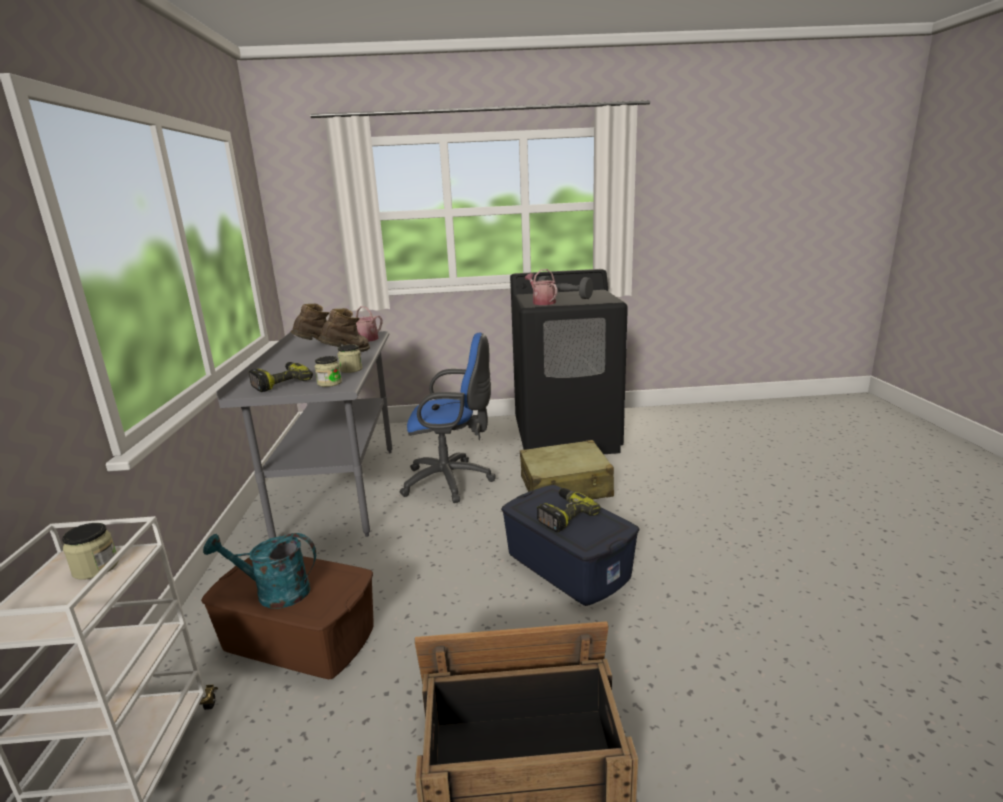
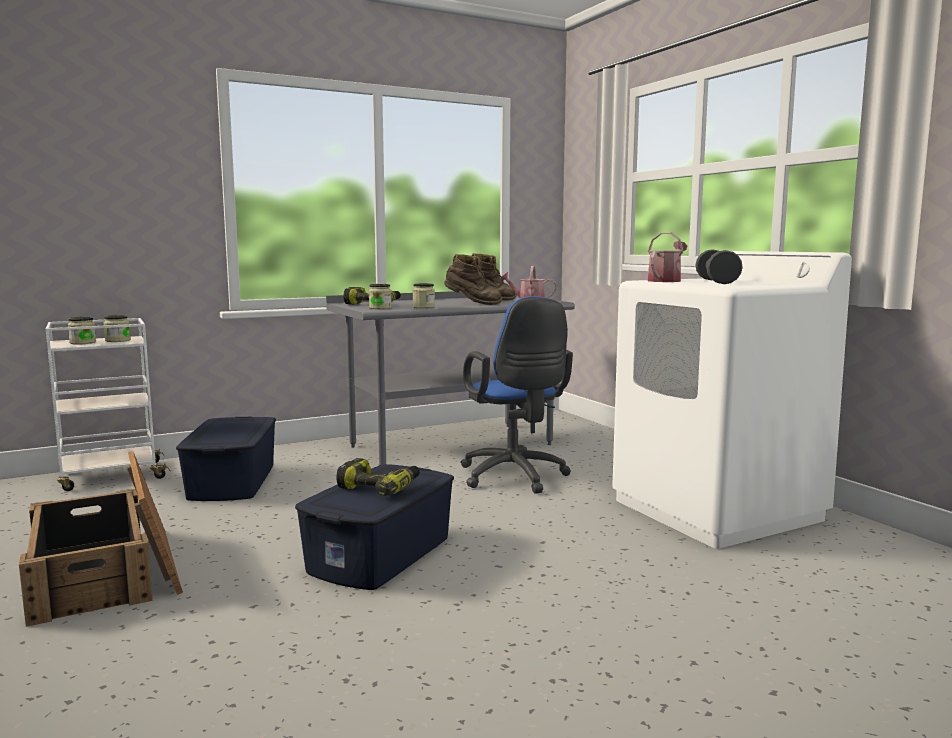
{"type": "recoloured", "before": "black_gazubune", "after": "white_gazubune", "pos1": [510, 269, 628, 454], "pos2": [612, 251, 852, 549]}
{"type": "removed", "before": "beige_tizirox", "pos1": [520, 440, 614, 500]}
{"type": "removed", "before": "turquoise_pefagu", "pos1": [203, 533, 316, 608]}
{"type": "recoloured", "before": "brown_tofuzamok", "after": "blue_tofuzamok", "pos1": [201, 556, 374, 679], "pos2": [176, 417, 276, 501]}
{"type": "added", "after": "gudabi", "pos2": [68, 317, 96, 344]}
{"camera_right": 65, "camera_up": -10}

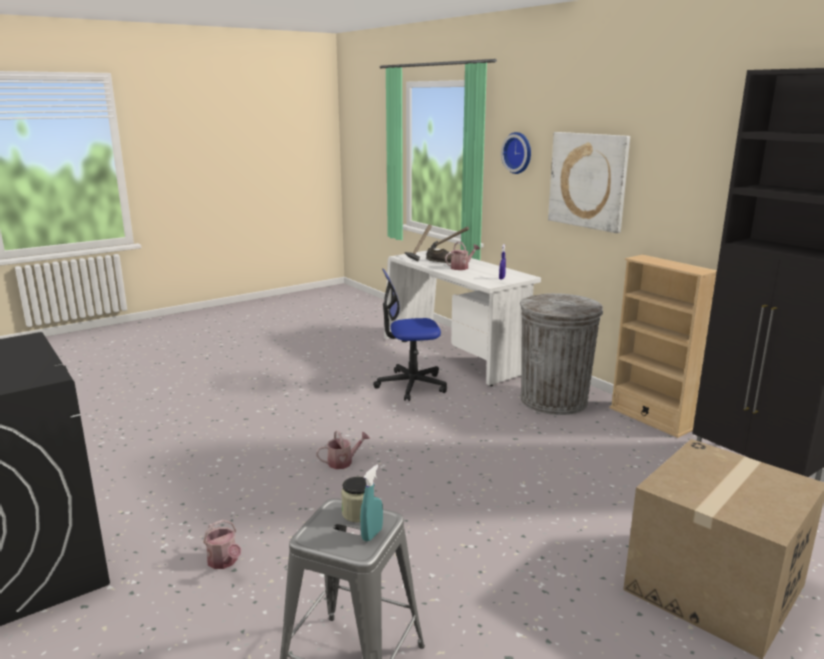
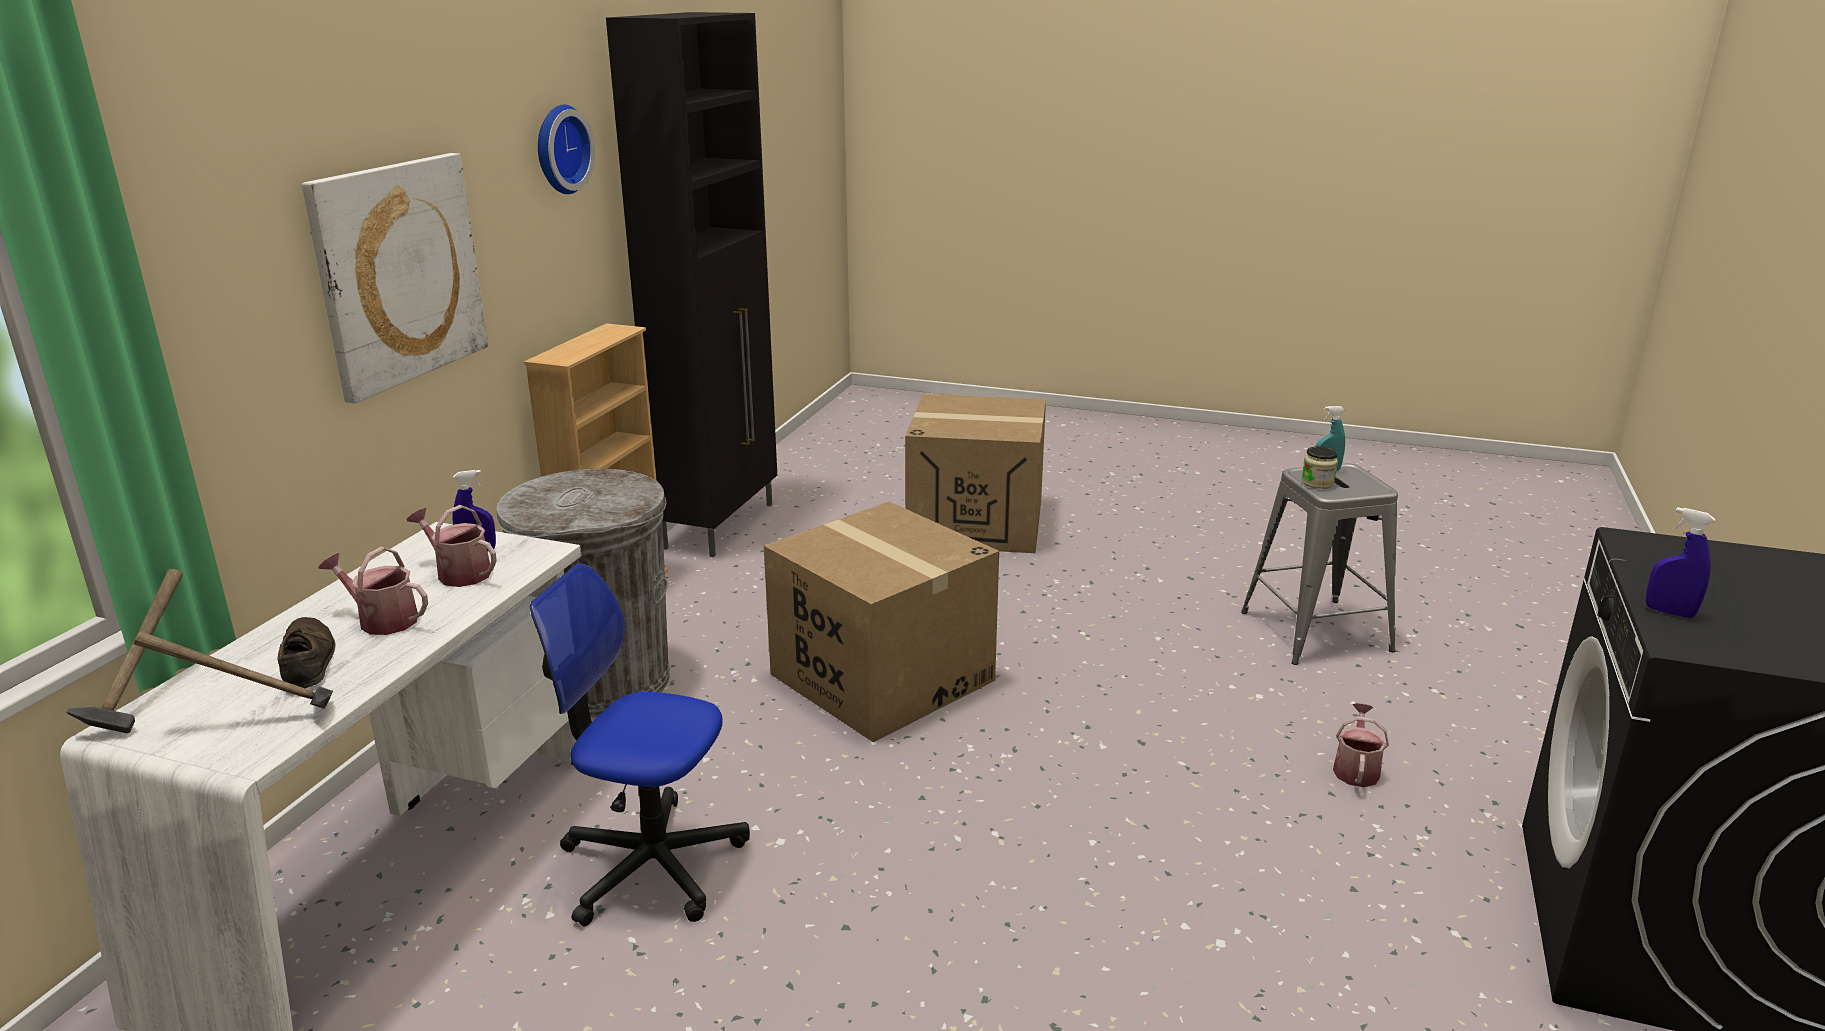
{"type": "moved", "before": "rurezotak", "pos1": [501, 132, 531, 174], "pos2": [538, 105, 595, 194]}
{"type": "turned", "before": "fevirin", "pos1": [373, 268, 447, 401], "pos2": [530, 563, 750, 927], "turn": 150}
{"type": "moved", "before": "pefagu", "pos1": [316, 430, 370, 469], "pos2": [407, 505, 497, 587]}
{"type": "added", "after": "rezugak", "pos2": [764, 502, 999, 742]}
{"type": "added", "after": "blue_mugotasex", "pos2": [1646, 507, 1715, 618]}
{"camera_right": -125, "camera_up": 5}

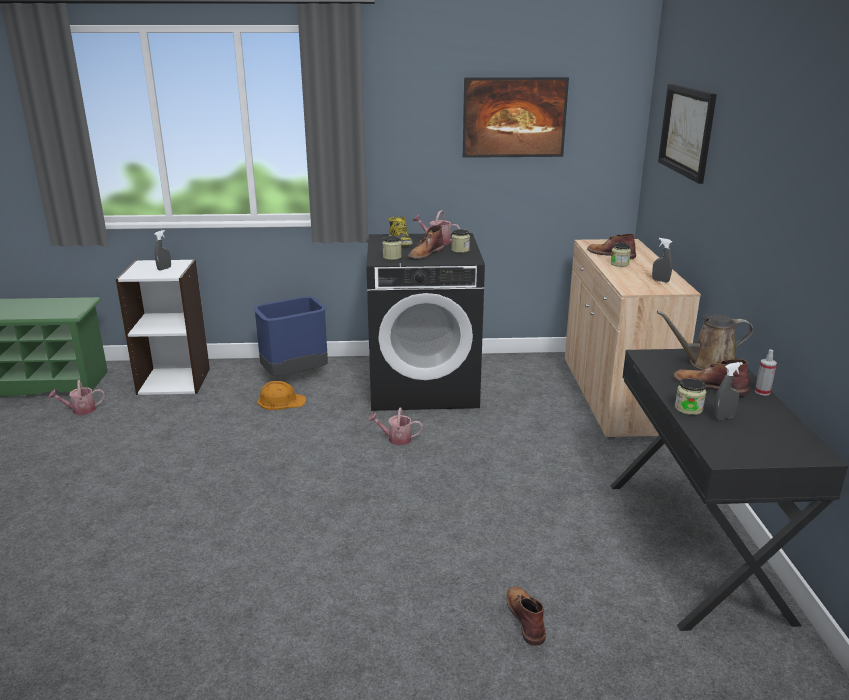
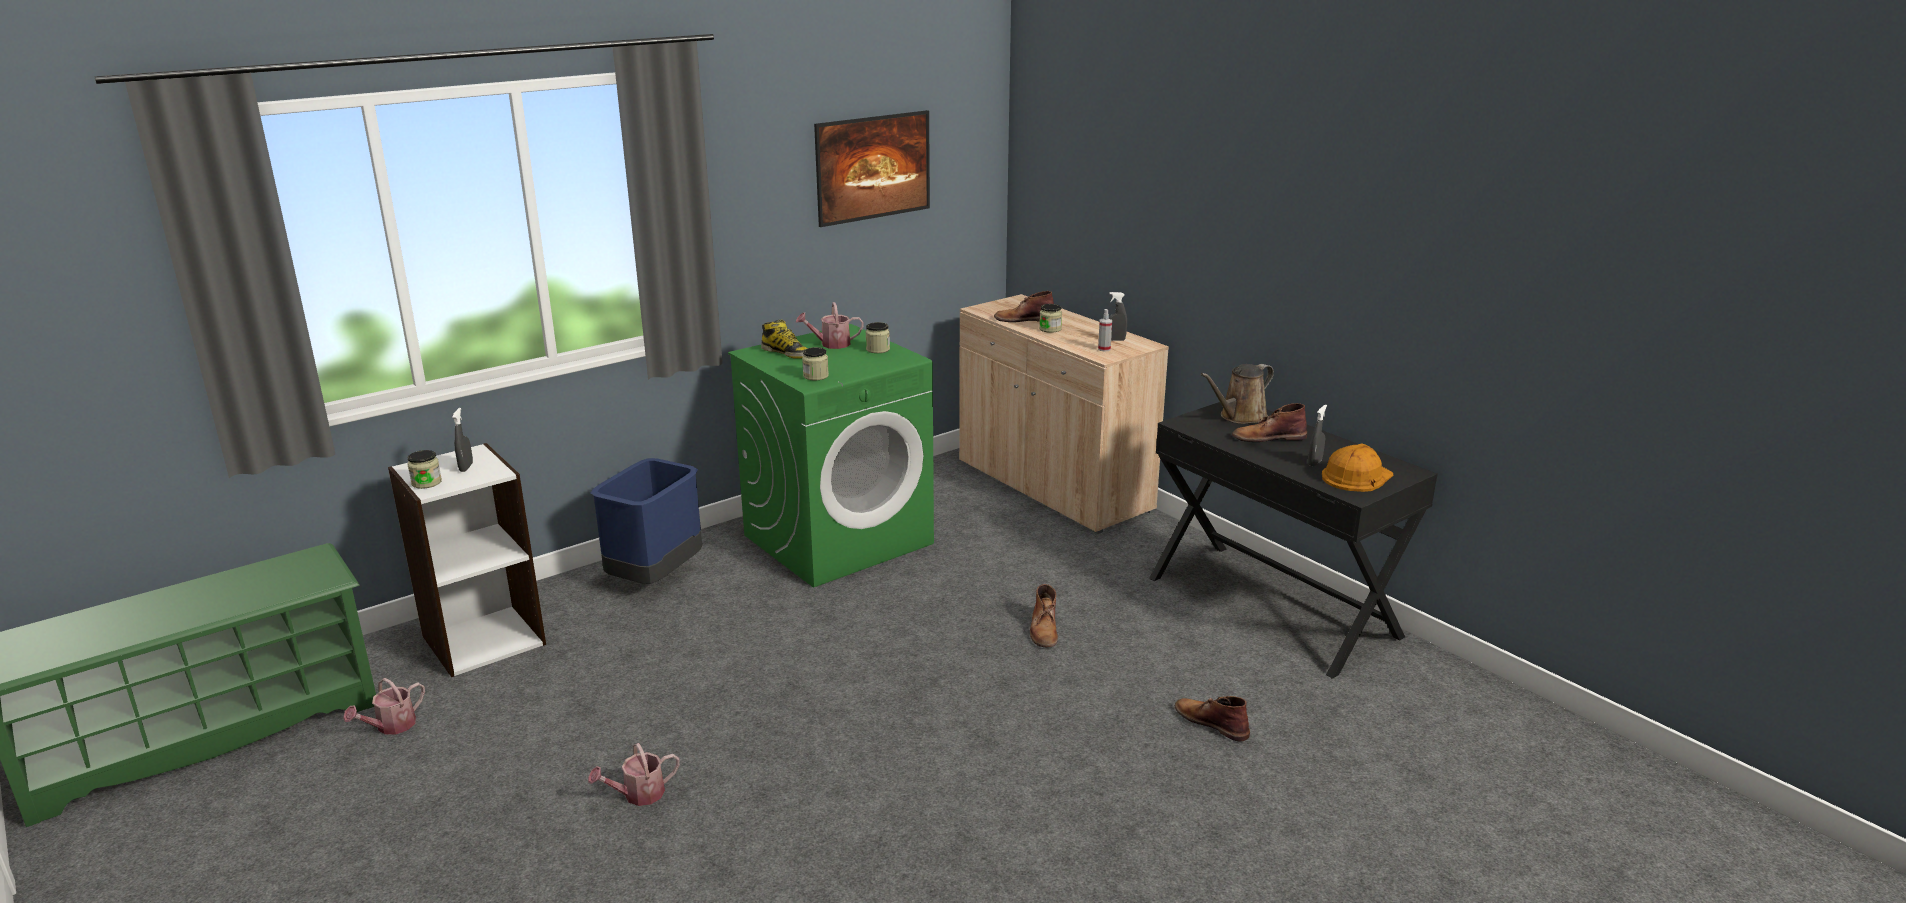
{"type": "removed", "before": "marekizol", "pos1": [658, 84, 717, 184]}
{"type": "moved", "before": "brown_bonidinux", "pos1": [408, 225, 445, 260], "pos2": [1030, 584, 1058, 647]}
{"type": "recoloured", "before": "black_gazubune", "after": "green_gazubune", "pos1": [366, 233, 485, 411], "pos2": [728, 324, 934, 587]}
{"type": "moved", "before": "mugotasex", "pos1": [755, 349, 777, 396], "pos2": [1098, 309, 1112, 351]}
{"type": "moved", "before": "gudabi", "pos1": [675, 378, 706, 415], "pos2": [408, 450, 442, 489]}
{"type": "moved", "before": "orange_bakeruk", "pos1": [258, 381, 306, 410], "pos2": [1322, 444, 1393, 492]}
{"type": "moved", "before": "pefagu", "pos1": [368, 407, 423, 445], "pos2": [588, 743, 680, 806]}
{"camera_right": -35, "camera_up": 0}

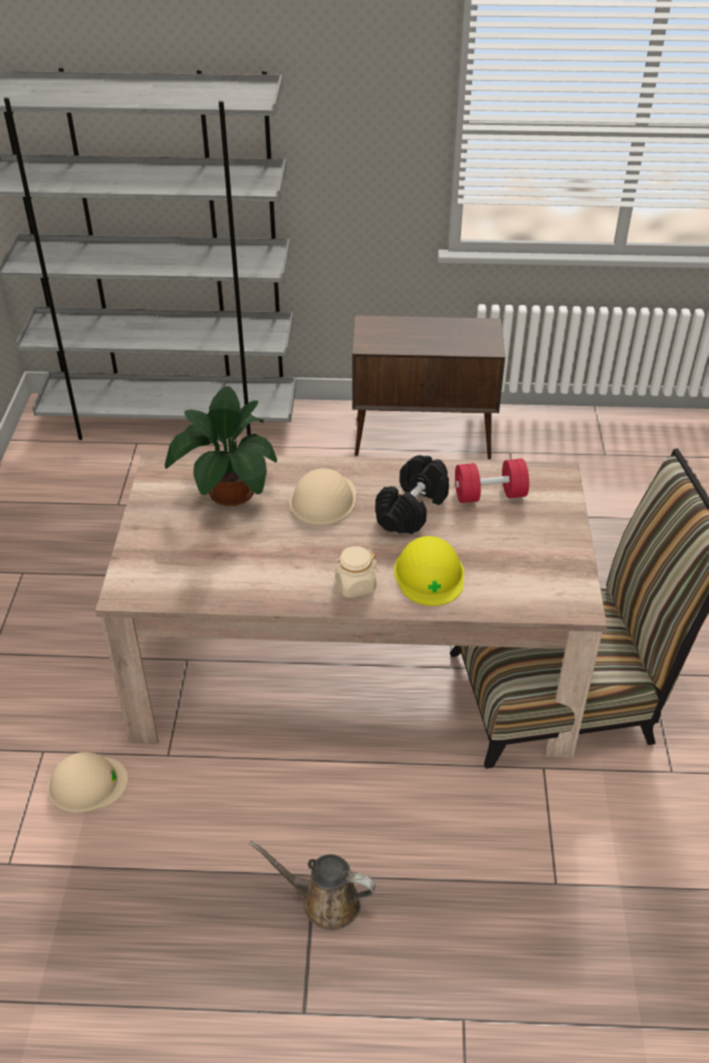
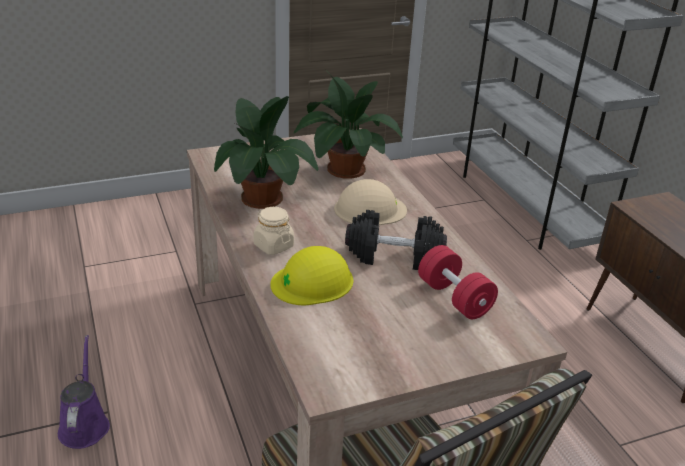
{"type": "removed", "before": "beige_bakeruk", "pos1": [48, 752, 128, 813]}
{"type": "recoloured", "before": "brown_pefagu", "after": "purple_pefagu", "pos1": [249, 841, 376, 930], "pos2": [58, 335, 110, 449]}
{"type": "added", "after": "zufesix", "pos2": [214, 96, 318, 209]}
{"camera_right": 65, "camera_up": -10}

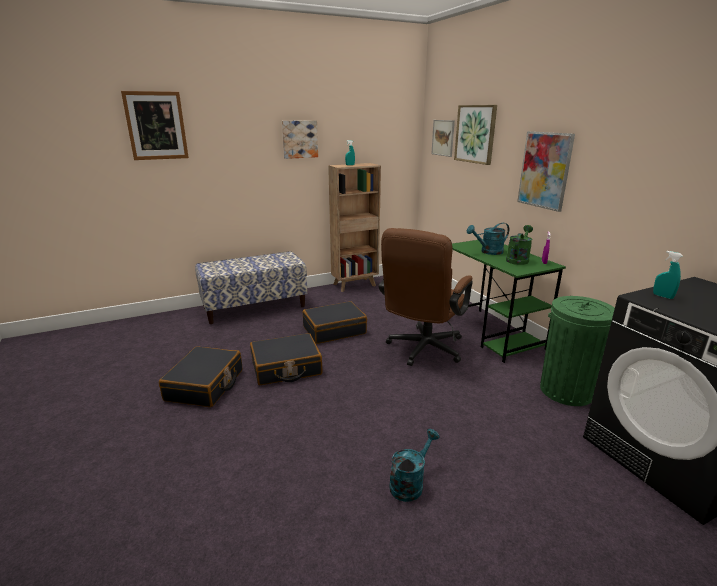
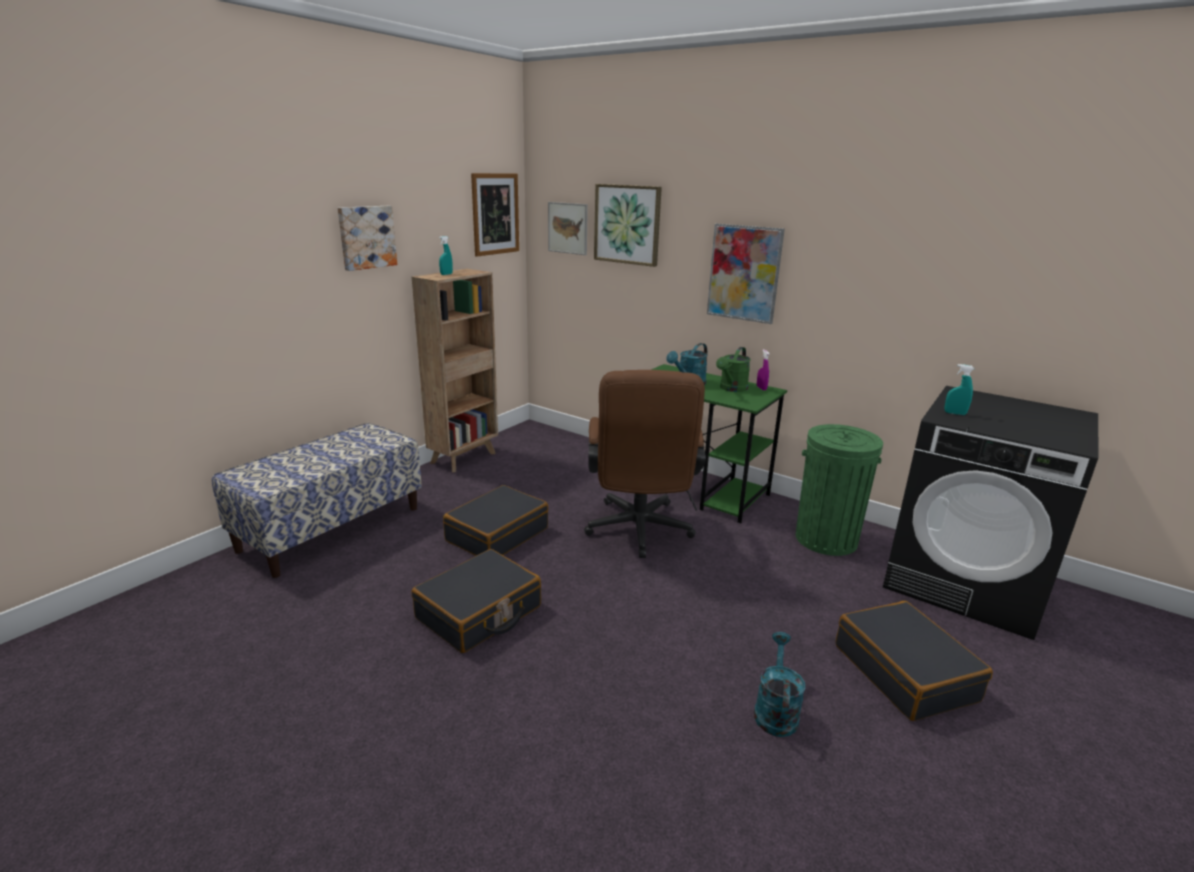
{"type": "moved", "before": "marekizol", "pos1": [121, 91, 189, 160], "pos2": [471, 173, 519, 257]}
{"type": "turned", "before": "green_pefagu", "pos1": [506, 225, 533, 265], "pos2": [716, 347, 751, 392], "turn": -150}
{"type": "moved", "before": "black_tizirox", "pos1": [159, 346, 242, 407], "pos2": [835, 601, 993, 721]}
{"camera_right": -30, "camera_up": 0}

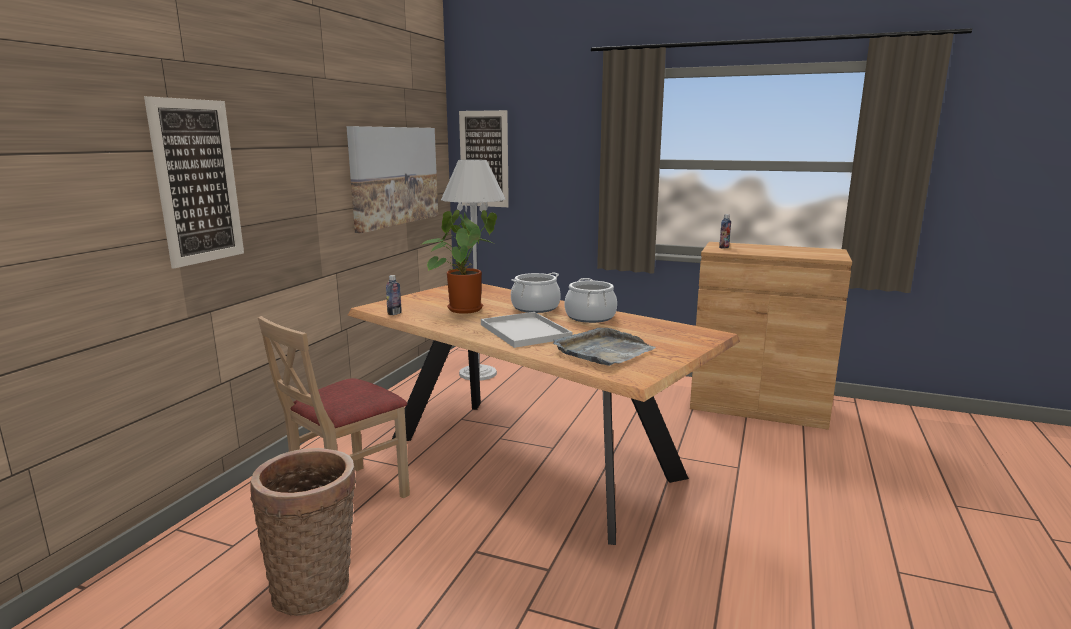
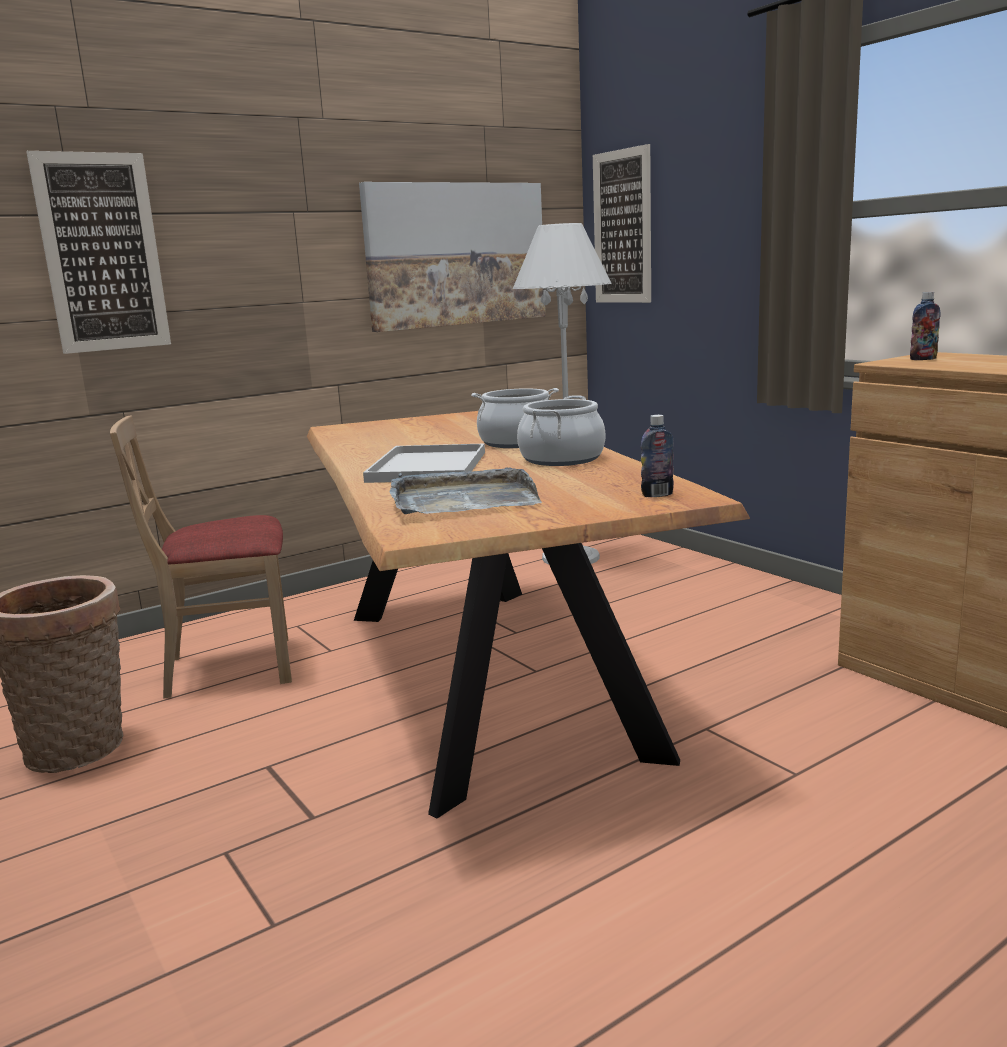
{"type": "removed", "before": "zufesix", "pos1": [419, 210, 497, 314]}
{"type": "moved", "before": "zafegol", "pos1": [386, 275, 402, 315], "pos2": [641, 415, 674, 497]}
{"camera_right": 35, "camera_up": 0}

